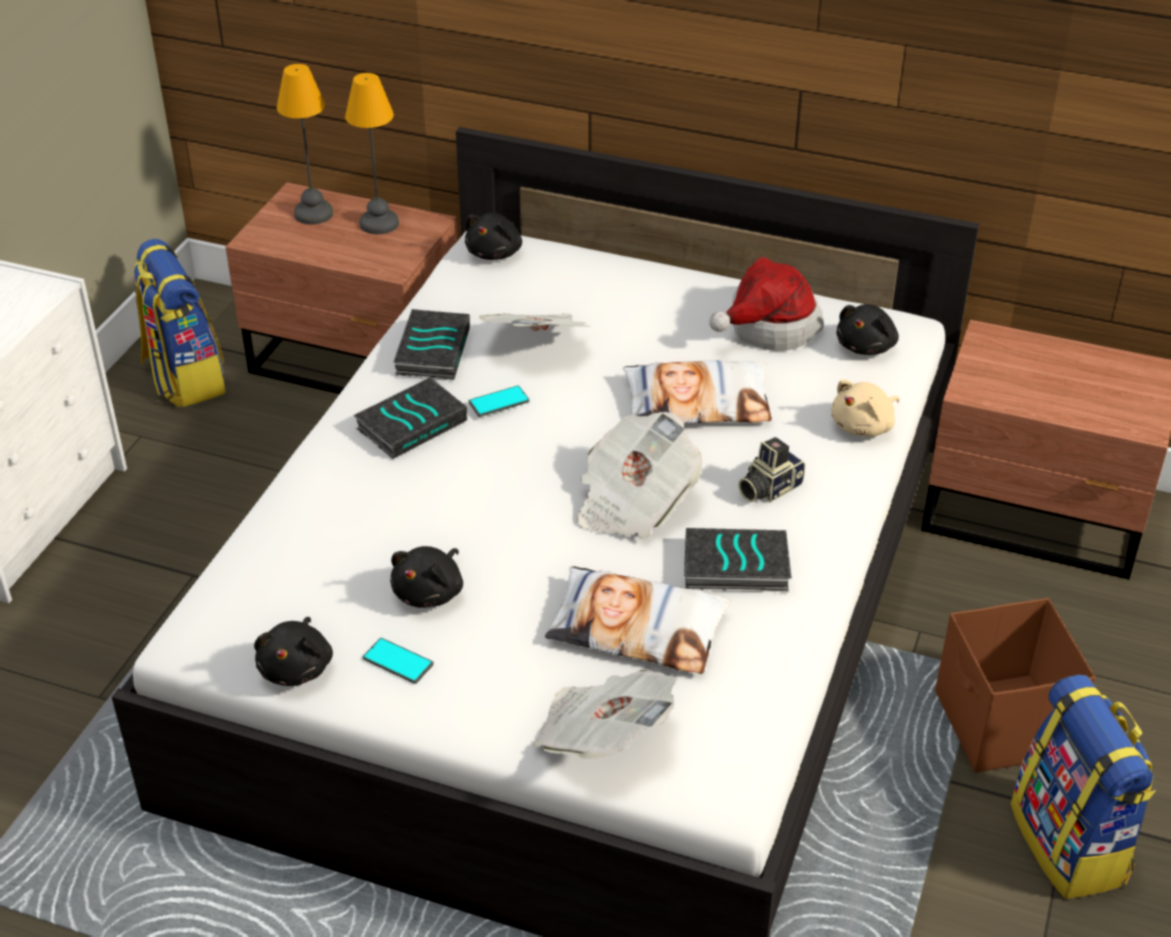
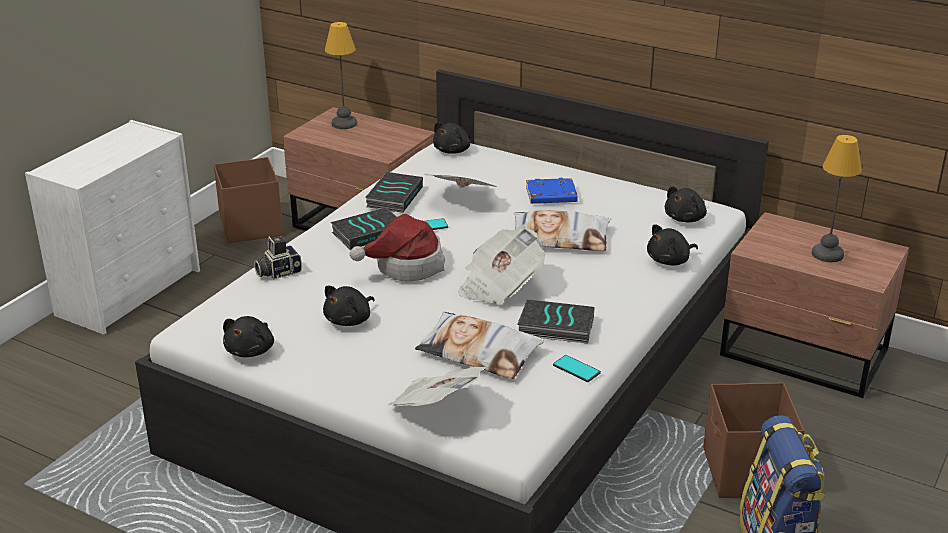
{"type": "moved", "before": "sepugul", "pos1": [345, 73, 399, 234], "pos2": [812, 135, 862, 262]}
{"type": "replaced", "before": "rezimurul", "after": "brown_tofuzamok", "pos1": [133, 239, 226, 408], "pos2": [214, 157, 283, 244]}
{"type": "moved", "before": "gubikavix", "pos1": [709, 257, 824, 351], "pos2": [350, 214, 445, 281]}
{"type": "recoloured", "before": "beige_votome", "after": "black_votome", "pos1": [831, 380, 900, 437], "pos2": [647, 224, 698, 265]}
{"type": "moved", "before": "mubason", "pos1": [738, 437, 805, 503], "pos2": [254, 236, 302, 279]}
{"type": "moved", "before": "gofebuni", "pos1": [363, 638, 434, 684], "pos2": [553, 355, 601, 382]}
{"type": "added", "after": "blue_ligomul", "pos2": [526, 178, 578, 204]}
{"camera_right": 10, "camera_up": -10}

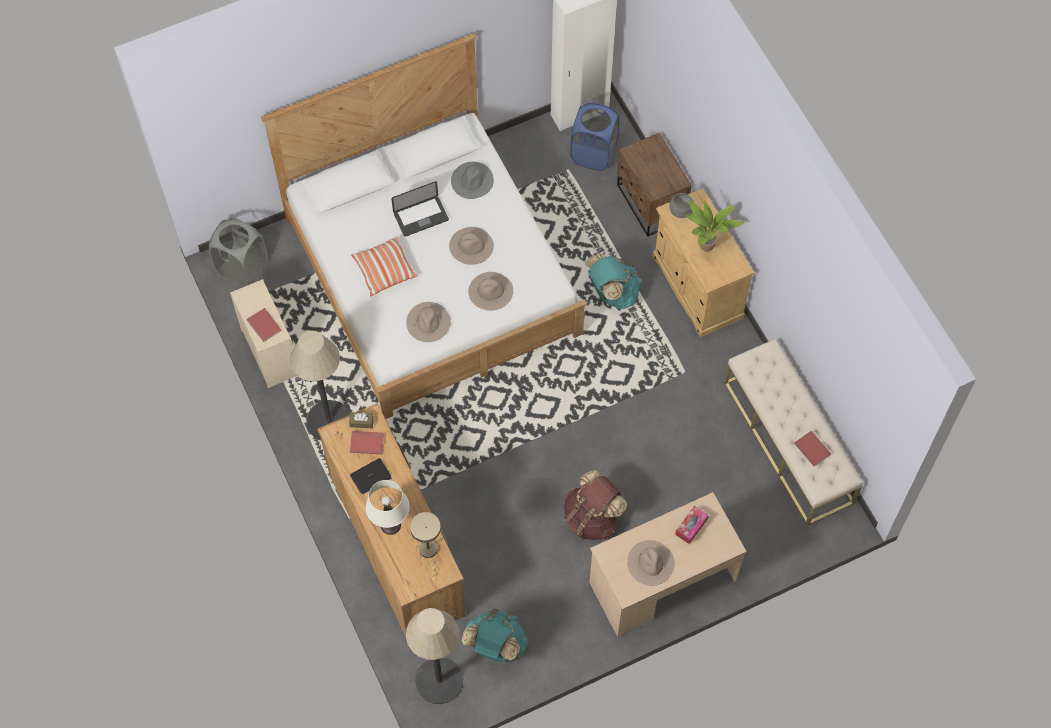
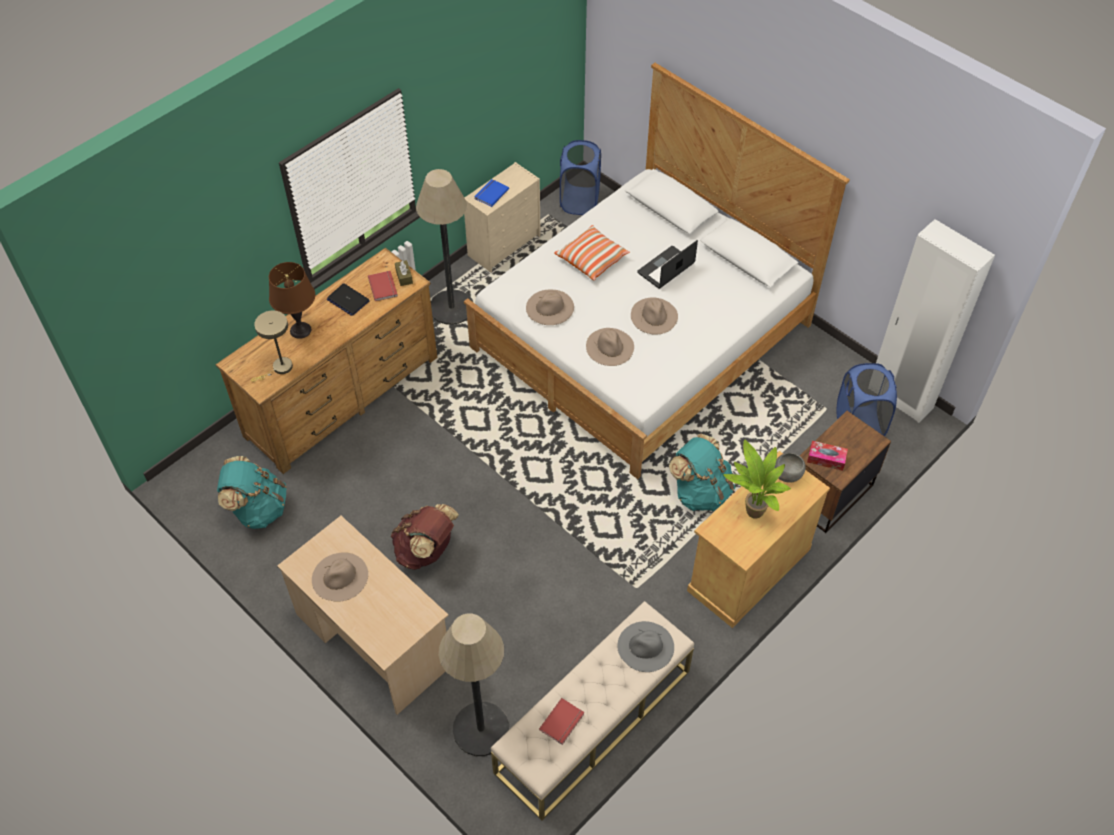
{"type": "moved", "before": "grey_gubikavix", "pos1": [451, 162, 494, 199], "pos2": [617, 621, 674, 672]}
{"type": "turned", "before": "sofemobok", "pos1": [391, 181, 449, 237], "pos2": [637, 240, 698, 289], "turn": 90}
{"type": "recoloured", "before": "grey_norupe", "after": "blue_norupe", "pos1": [209, 218, 268, 287], "pos2": [560, 140, 601, 215]}
{"type": "recoloured", "before": "red_ligomul", "after": "blue_ligomul", "pos1": [247, 308, 282, 342], "pos2": [474, 179, 509, 207]}
{"type": "recoloured", "before": "white_sepugul", "after": "brown_sepugul", "pos1": [366, 480, 410, 535], "pos2": [269, 262, 315, 339]}
{"type": "moved", "before": "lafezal", "pos1": [675, 506, 709, 544], "pos2": [807, 441, 848, 471]}
{"type": "moved", "before": "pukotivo", "pos1": [406, 608, 463, 704], "pos2": [439, 613, 509, 756]}
{"camera_right": 70, "camera_up": -10}

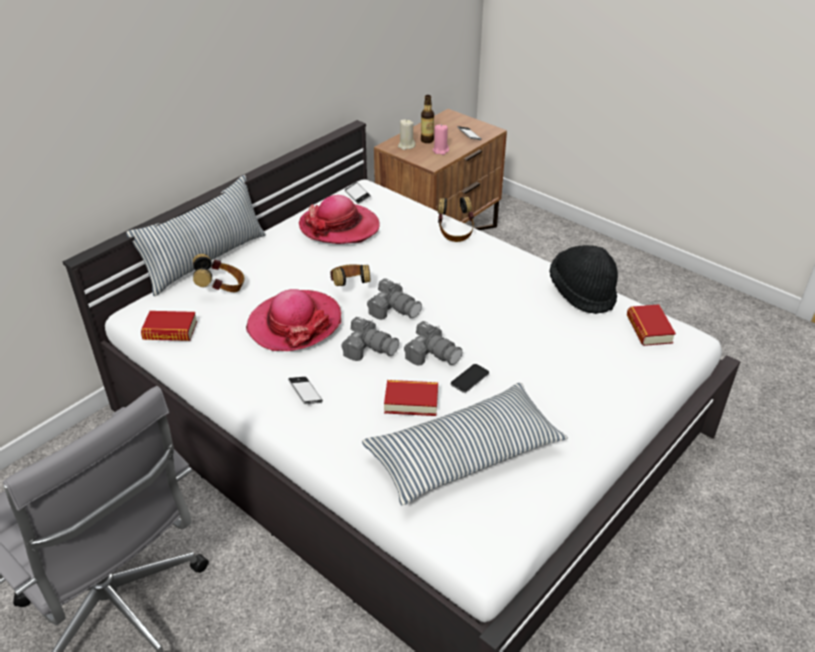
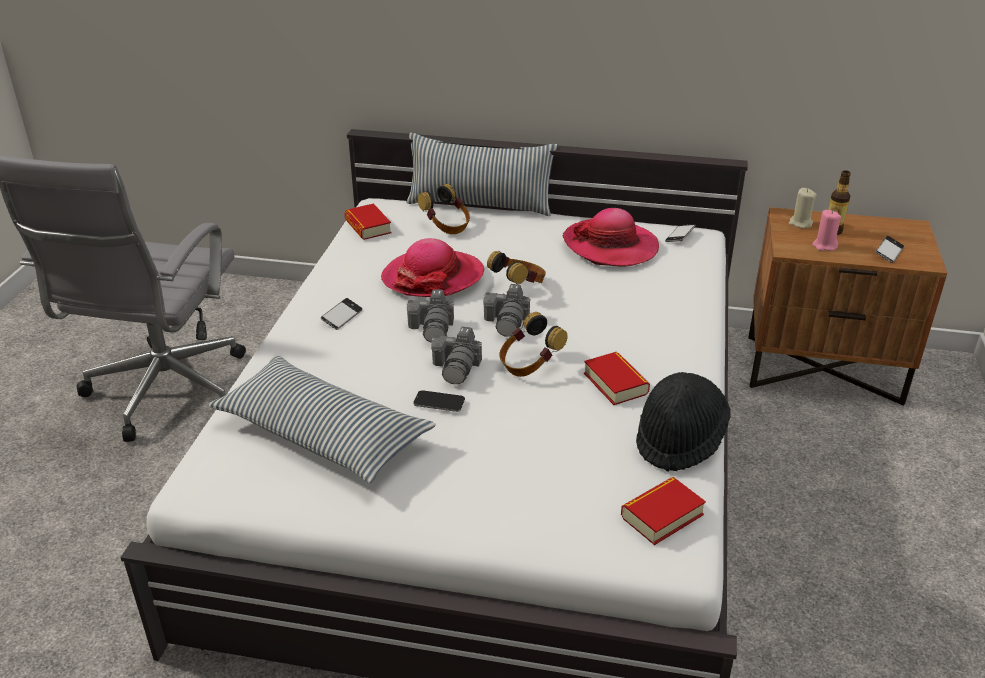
{"type": "moved", "before": "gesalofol", "pos1": [438, 197, 475, 242], "pos2": [499, 312, 567, 377]}
{"type": "moved", "before": "ligomul", "pos1": [384, 380, 438, 416], "pos2": [584, 352, 650, 405]}
{"camera_right": 60, "camera_up": -5}

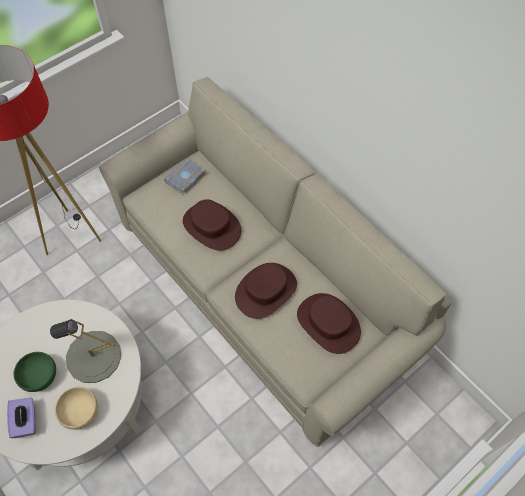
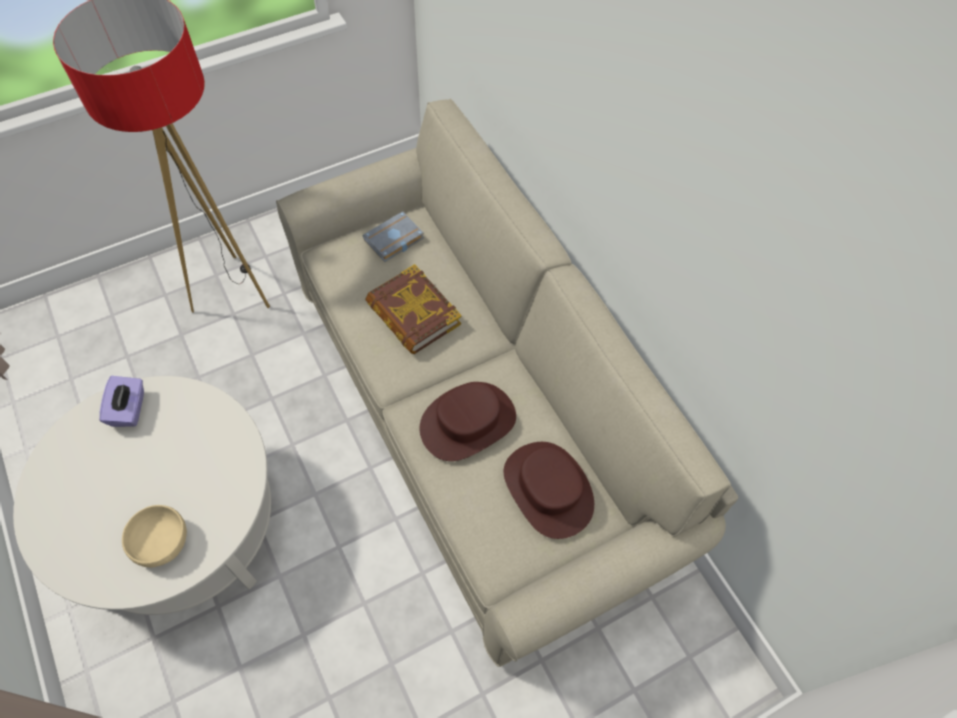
{"type": "replaced", "before": "brown_gubikavix", "after": "ligomul", "pos1": [183, 199, 241, 251], "pos2": [365, 264, 462, 354]}
{"type": "removed", "before": "grey_sepugul", "pos1": [50, 319, 121, 383]}
{"type": "removed", "before": "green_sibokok", "pos1": [13, 352, 56, 392]}
{"type": "moved", "before": "purple_lafezal", "pos1": [7, 398, 36, 438], "pos2": [99, 376, 144, 427]}
{"camera_right": 10, "camera_up": 0}

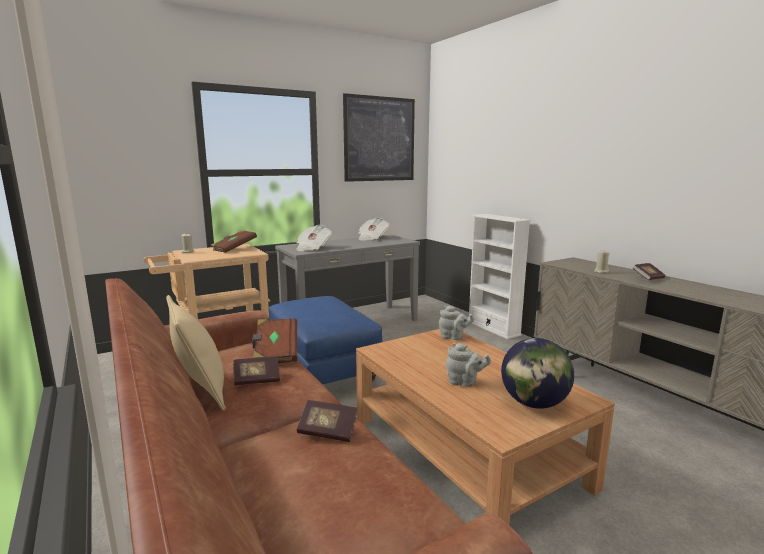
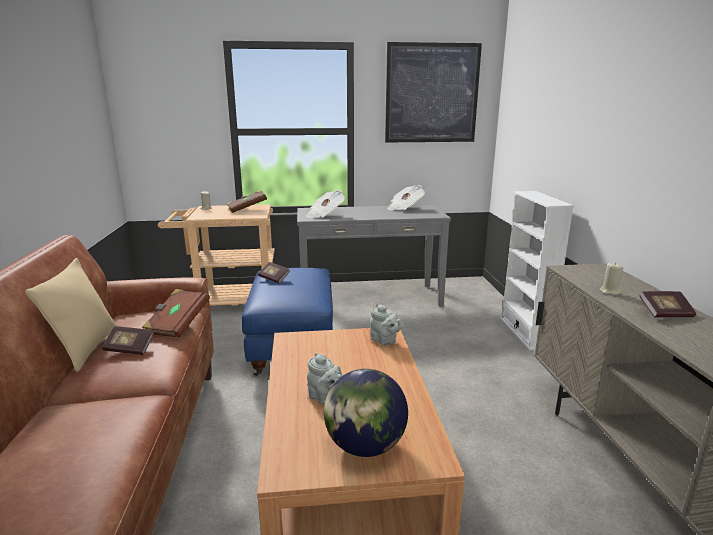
{"type": "moved", "before": "ligomul", "pos1": [297, 400, 358, 442], "pos2": [258, 262, 290, 284]}
{"camera_right": 25, "camera_up": 5}

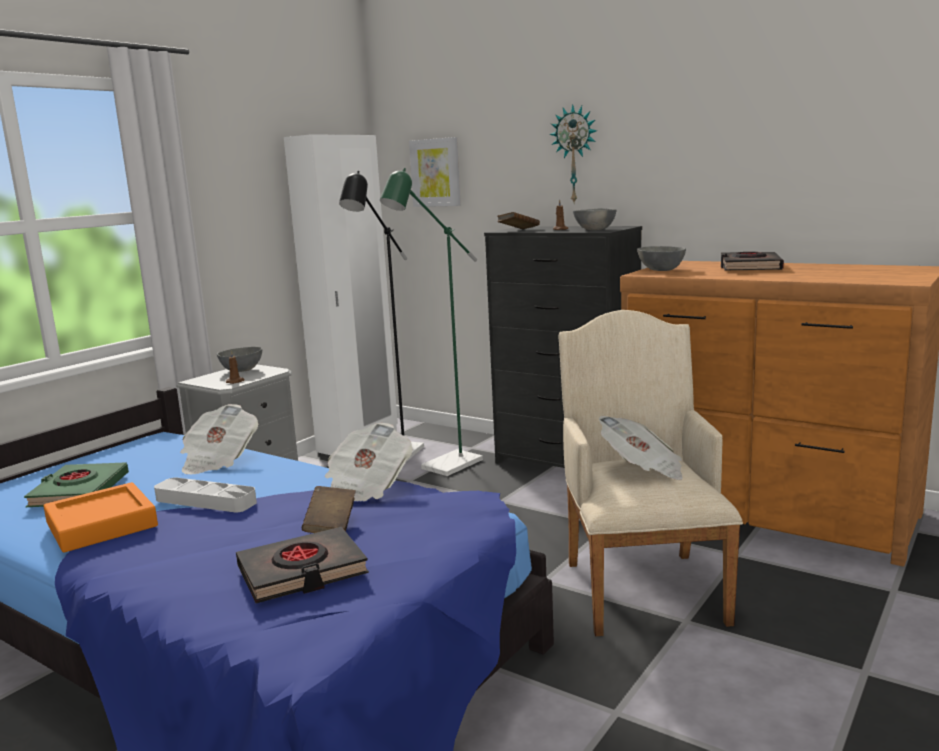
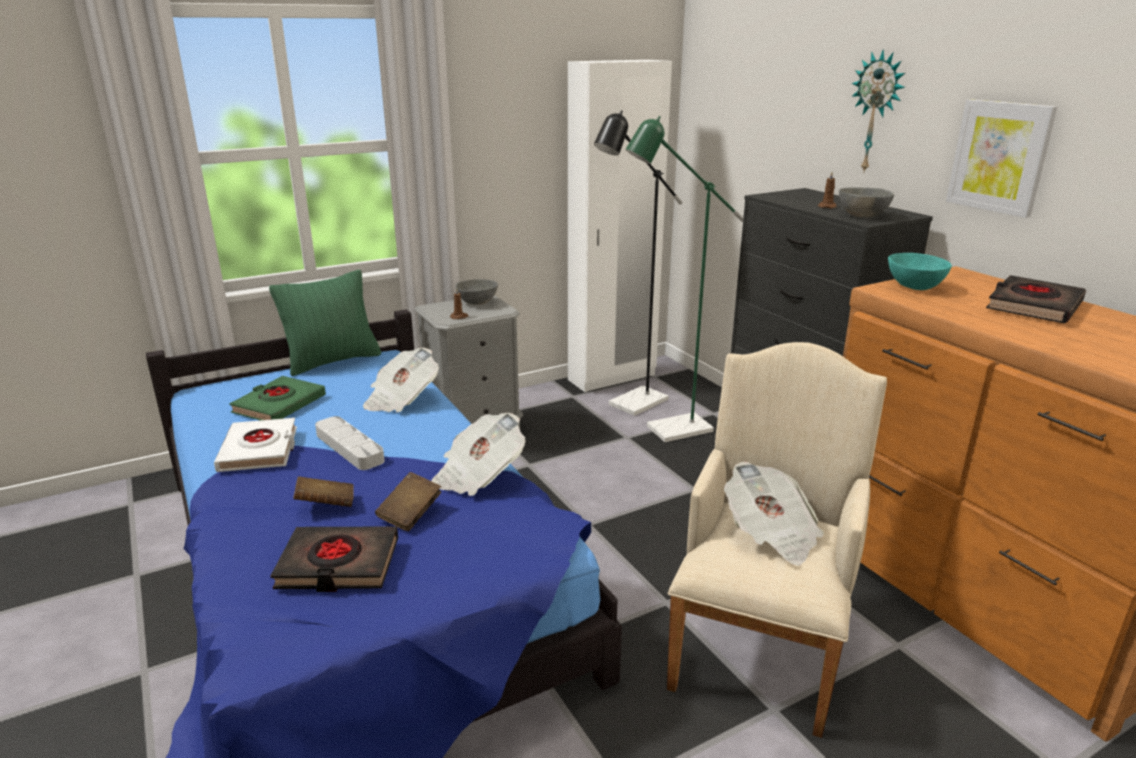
{"type": "moved", "before": "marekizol", "pos1": [409, 137, 461, 207], "pos2": [946, 99, 1057, 218]}
{"type": "moved", "before": "brown_ligomul", "pos1": [497, 212, 540, 229], "pos2": [293, 476, 354, 507]}
{"type": "recoloured", "before": "grey_sibokok", "after": "turquoise_sibokok", "pos1": [637, 246, 686, 271], "pos2": [888, 253, 952, 290]}
{"type": "replaced", "before": "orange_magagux", "after": "white_ligomul", "pos1": [43, 482, 158, 553], "pos2": [214, 418, 297, 472]}
{"type": "added", "after": "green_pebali", "pos2": [269, 270, 381, 376]}
{"camera_right": 25, "camera_up": 10}

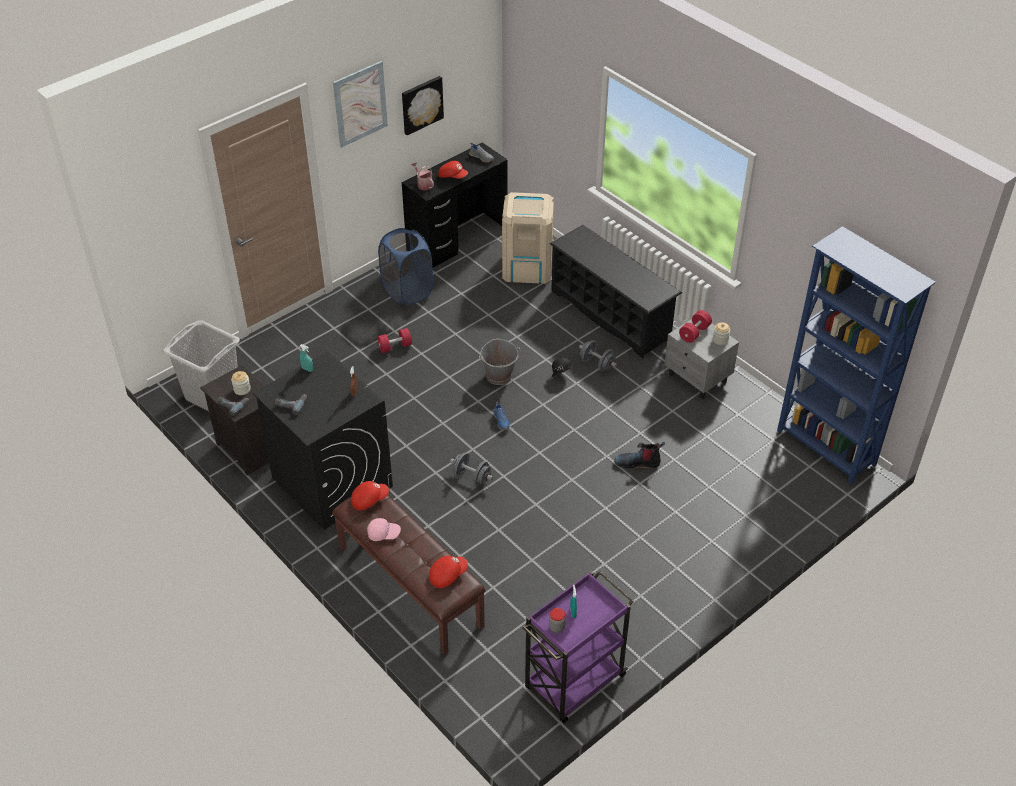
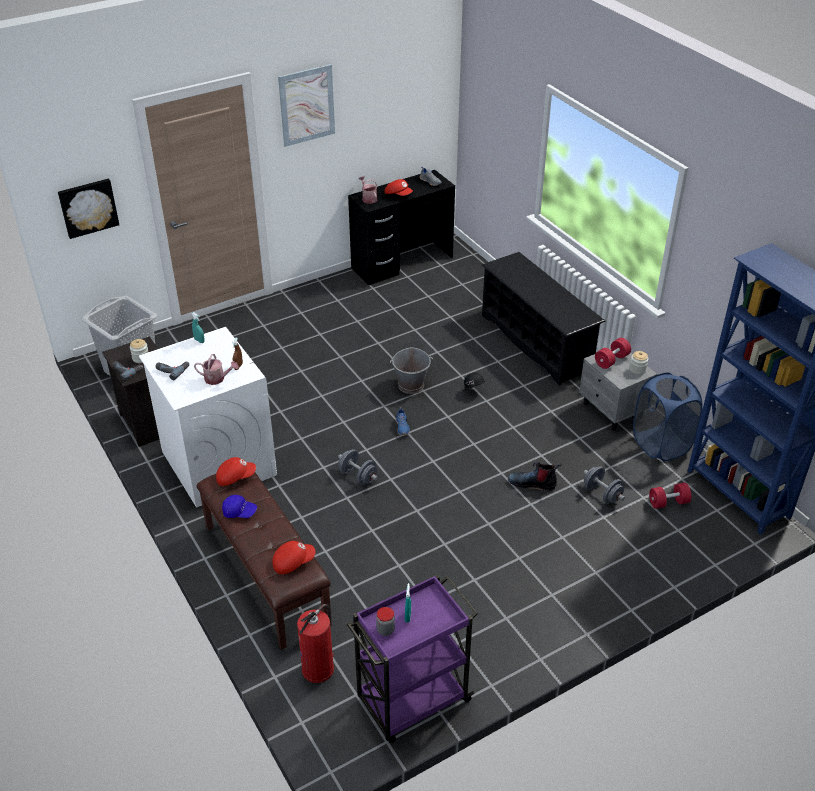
{"type": "moved", "before": "marekizol", "pos1": [402, 76, 444, 135], "pos2": [58, 179, 119, 239]}
{"type": "removed", "before": "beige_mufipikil", "pos1": [502, 192, 554, 284]}
{"type": "moved", "before": "blue_norupe", "pos1": [378, 228, 433, 305], "pos2": [633, 373, 703, 461]}
{"type": "moved", "before": "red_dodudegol", "pos1": [377, 328, 412, 353], "pos2": [649, 483, 691, 509]}
{"type": "moved", "before": "grey_dodudegol", "pos1": [579, 340, 617, 372], "pos2": [583, 466, 625, 504]}
{"type": "recoloured", "before": "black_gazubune", "after": "white_gazubune", "pos1": [253, 351, 393, 530], "pos2": [139, 327, 277, 508]}
{"type": "recoloured", "before": "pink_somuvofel", "after": "blue_somuvofel", "pos1": [367, 518, 401, 541], "pos2": [222, 495, 257, 518]}
{"type": "added", "after": "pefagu", "pos2": [194, 354, 238, 385]}
{"type": "added", "after": "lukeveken", "pos2": [297, 604, 334, 683]}
{"camera_right": 10, "camera_up": -5}

